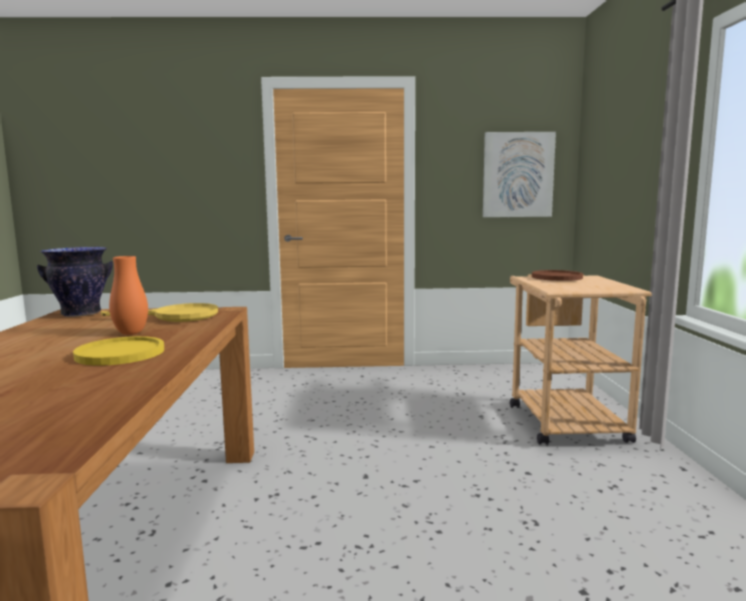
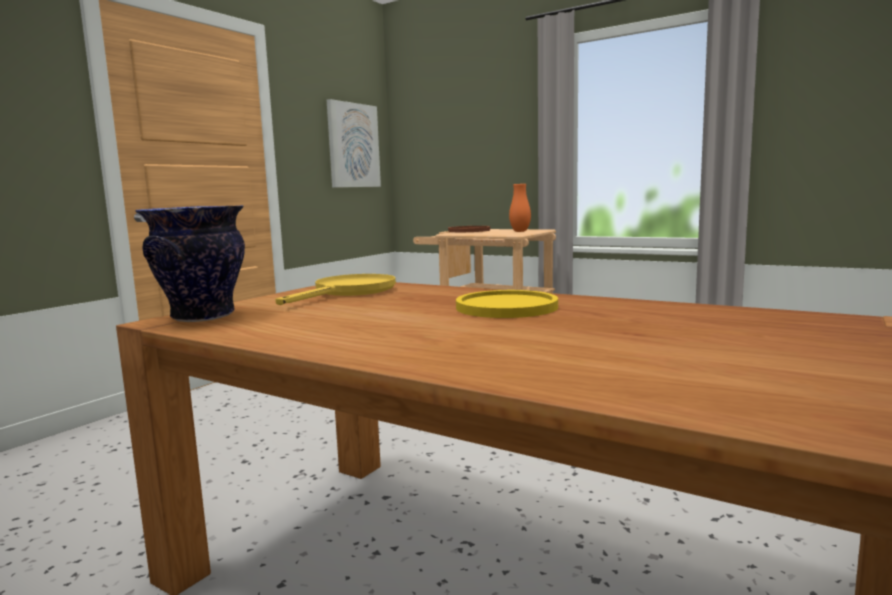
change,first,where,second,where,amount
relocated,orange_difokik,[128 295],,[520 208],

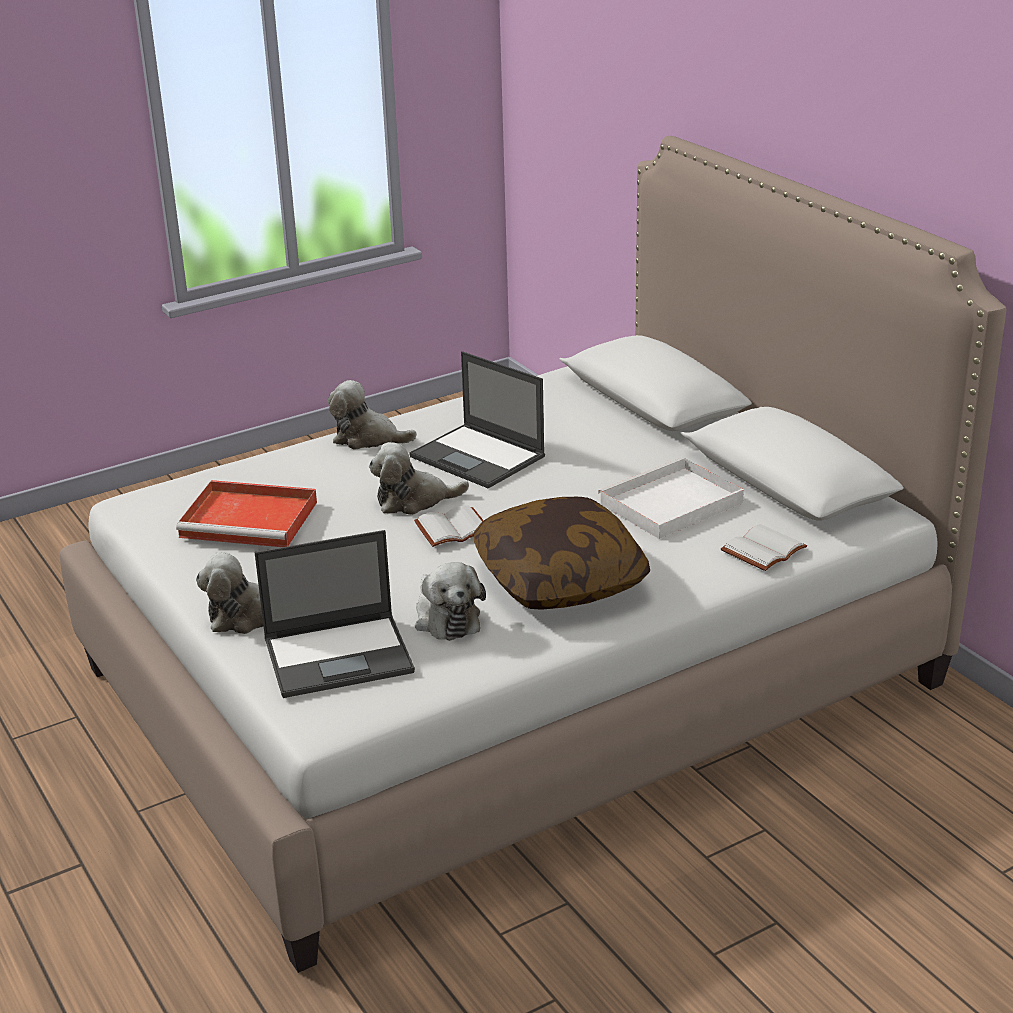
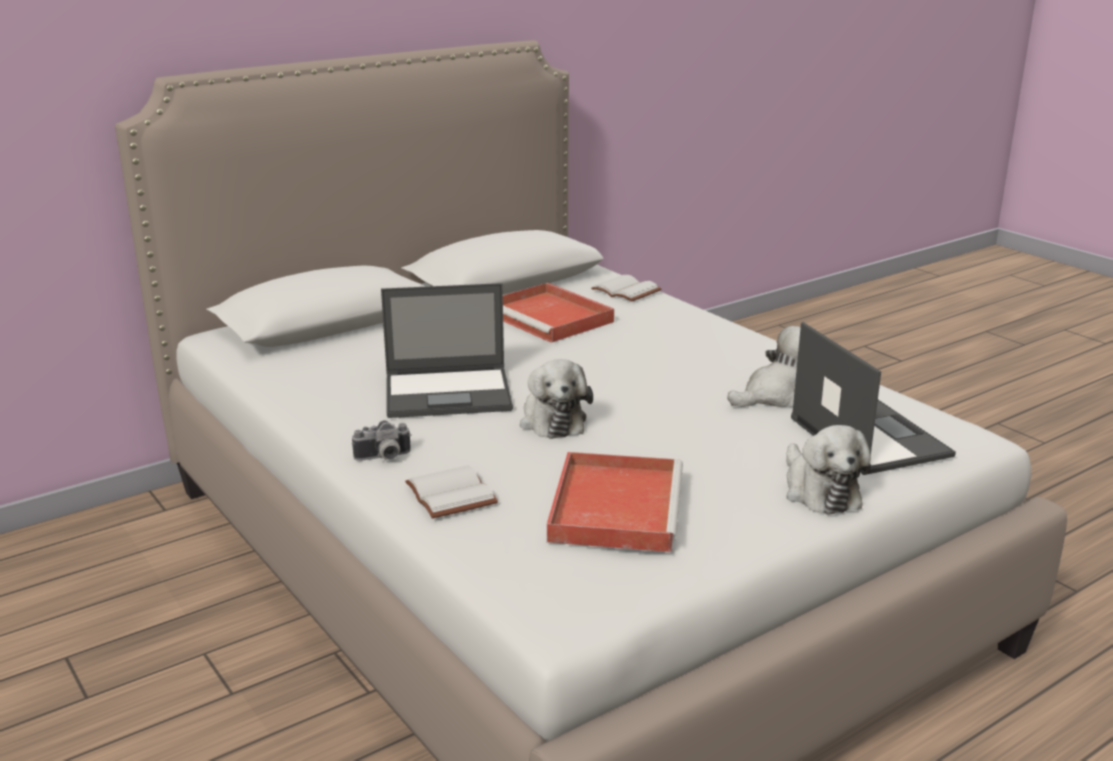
change,first,where,second,where,amount
exchanged,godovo,[372 414],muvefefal,[381 440],
spun,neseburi,[477 419],,[447 350],45 degrees clockwise
relocated,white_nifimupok,[449 526],,[451 492],
colour,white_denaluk,[671 498],red_denaluk,[558 313],
missing,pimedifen,[562 553],,,

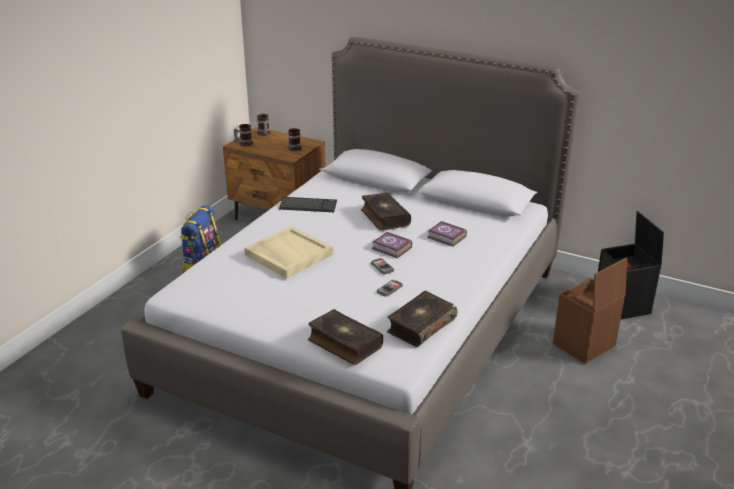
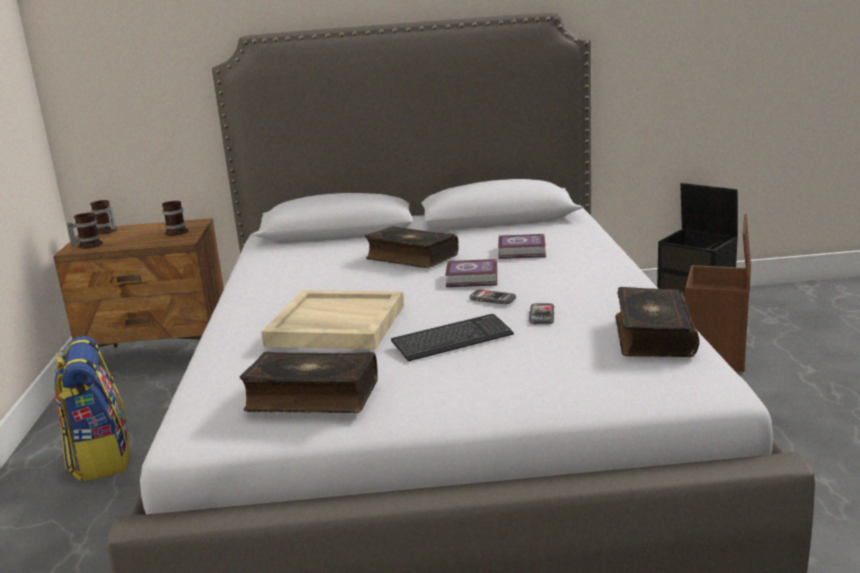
change,first,where,second,where,amount
relocated,nifimupok,[346 337],,[309 382],
relocated,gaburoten,[308 204],,[452 337],

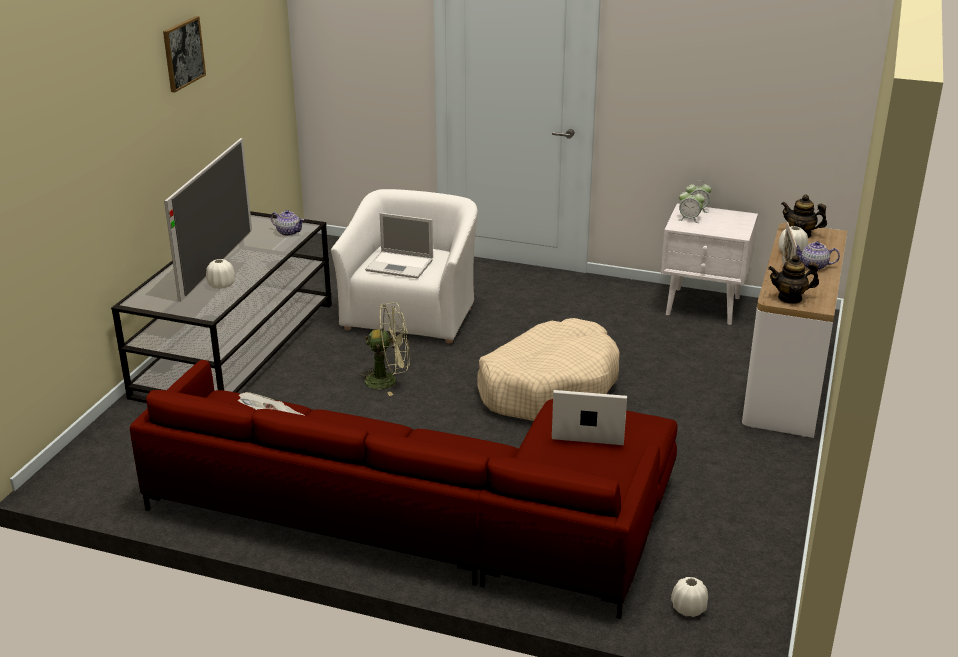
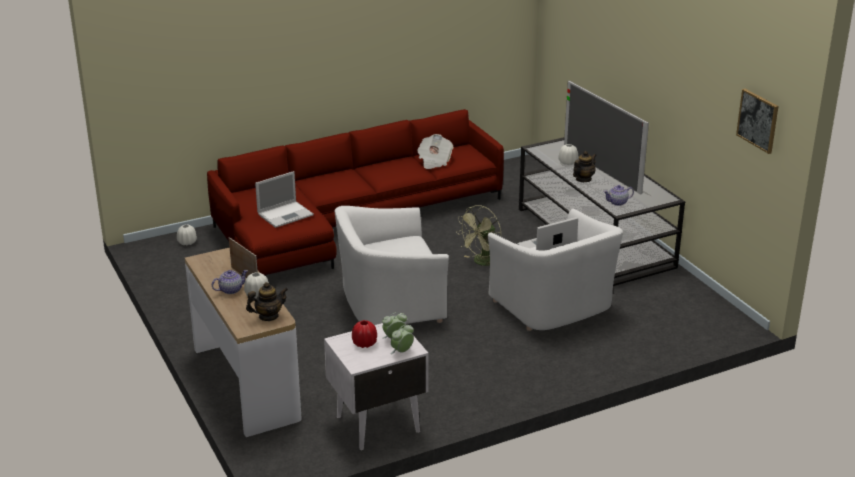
change,first,where,second,where,amount
exchanged,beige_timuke,[548 369],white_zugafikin,[392 265],
appeared,,,red_difokik,[364 334],
relocated,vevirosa,[793 279],,[584 166],
relocated,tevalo,[184 54],,[757 121],

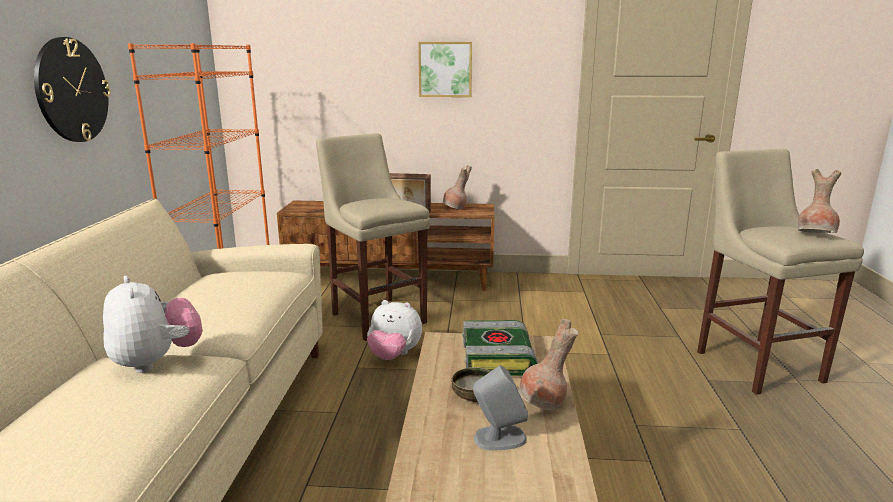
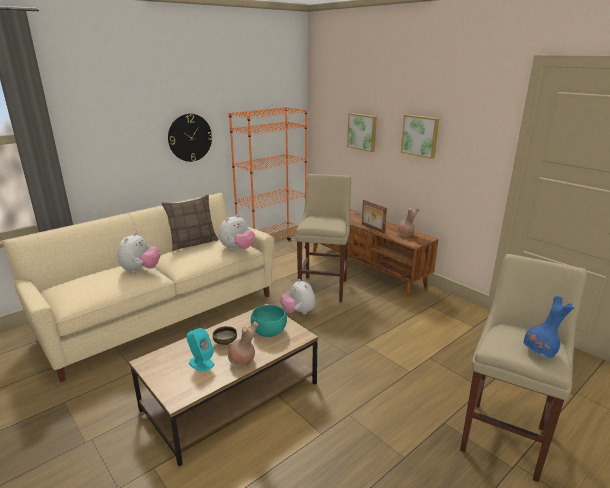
change,first,where,second,where,amount
appeared,,,pimedifen,[190 222],
colour,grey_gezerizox,[500 407],turquoise_gezerizox,[200 350],
appeared,,,godovo,[237 232],
exchanged,nifimupok,[500 348],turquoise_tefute,[269 321],
appeared,,,tevalo,[362 132],
colour,brown_difokik,[819 201],blue_difokik,[549 327],

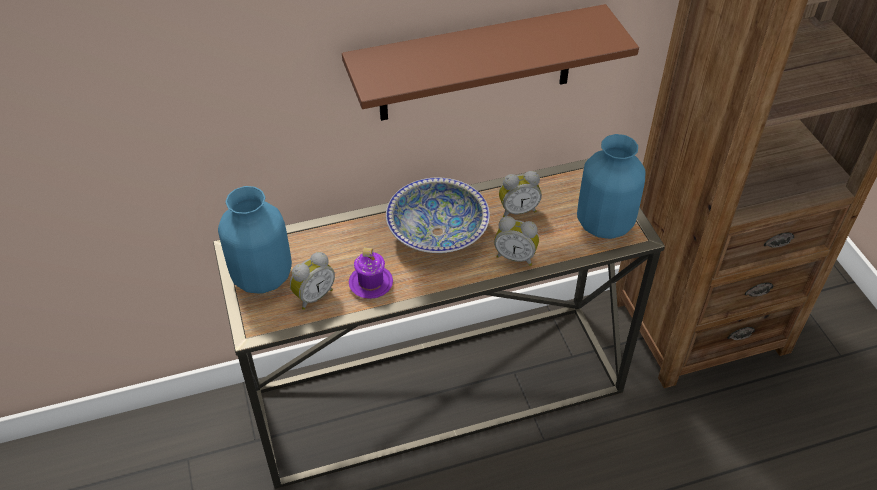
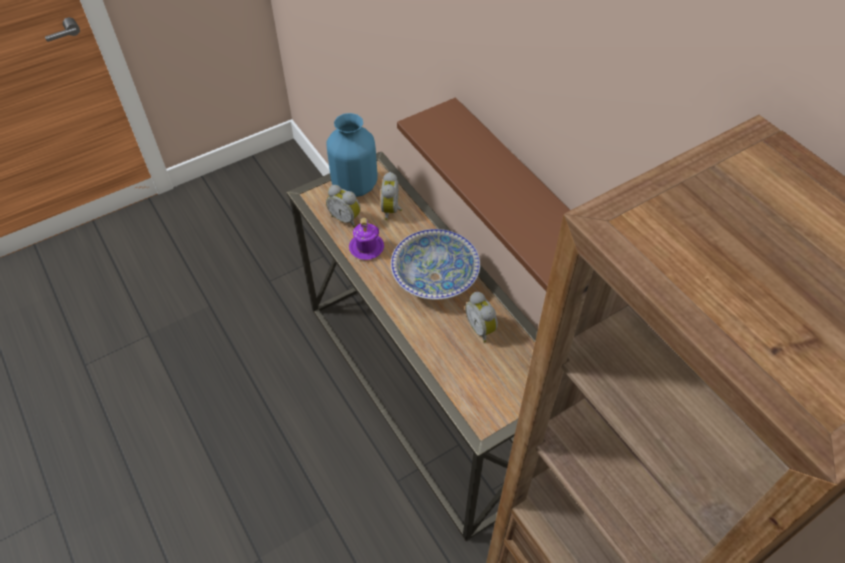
change,first,where,second,where,amount
relocated,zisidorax,[516 241],,[391 196],
missing,blue_difokik,[611 186],,,

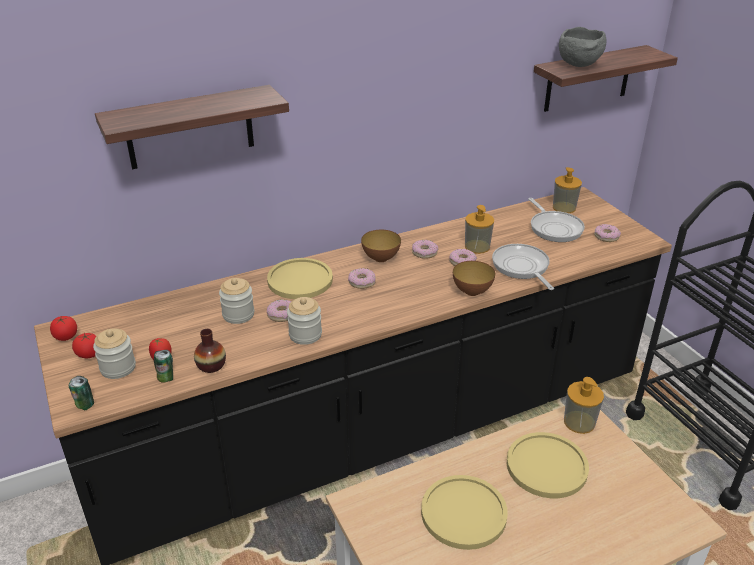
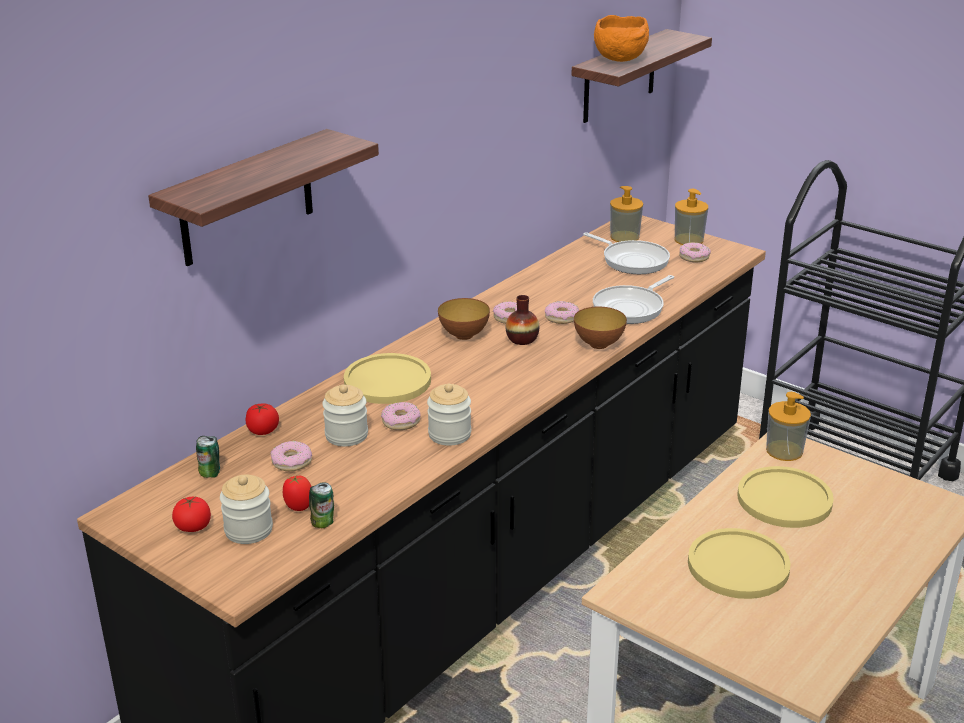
change,first,where,second,where,amount
relocated,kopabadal,[81 393],,[208 457],
relocated,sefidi,[63 328],,[262 419],
relocated,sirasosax,[361 278],,[291 456],
relocated,difokik,[210 351],,[522 320],
spun,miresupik,[523 267],,[633 299],90 degrees counterclockwise
colour,grey_tefute,[583 47],orange_tefute,[621 38],
relocated,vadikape,[479 229],,[691 217],

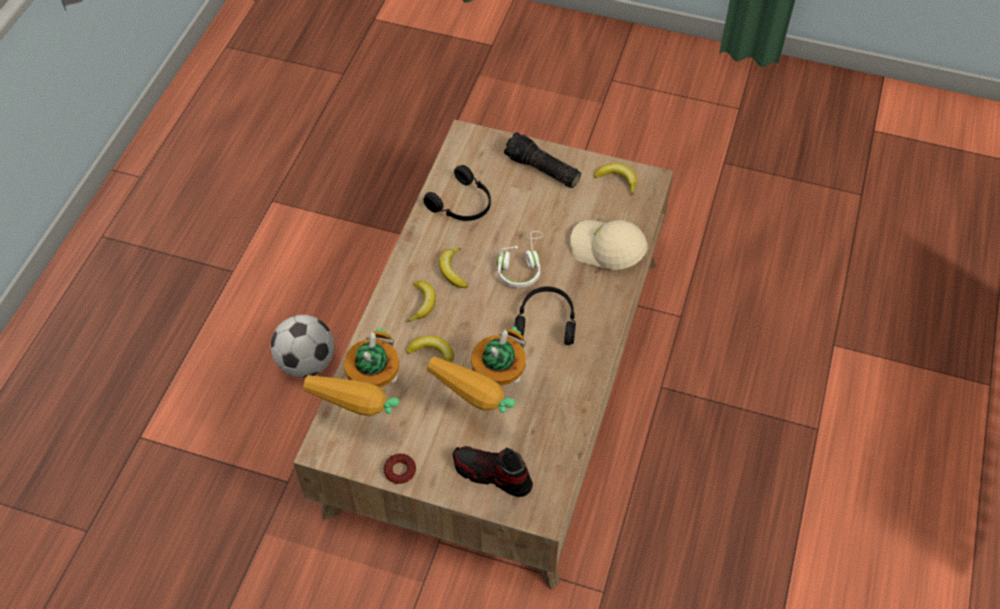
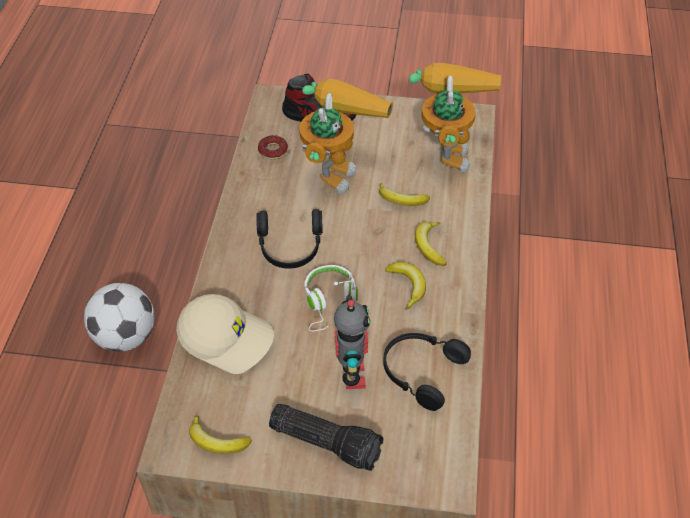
change,first,where,second,where,amount
relocated,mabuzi,[302 346],,[119 317],
relocated,sirasosax,[400 469],,[273 147],
appeared,,,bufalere,[352 341],

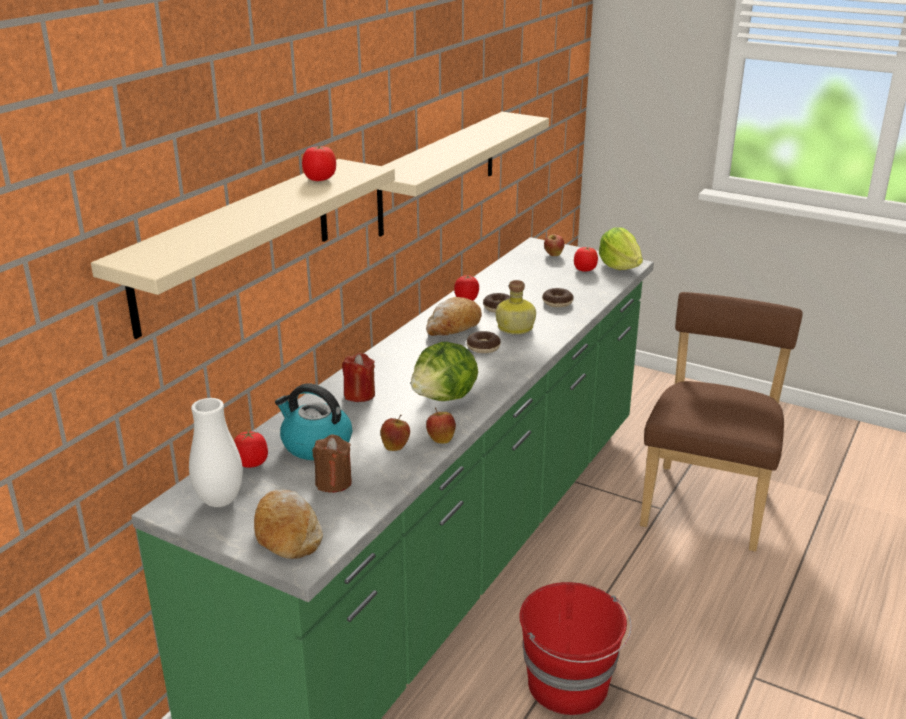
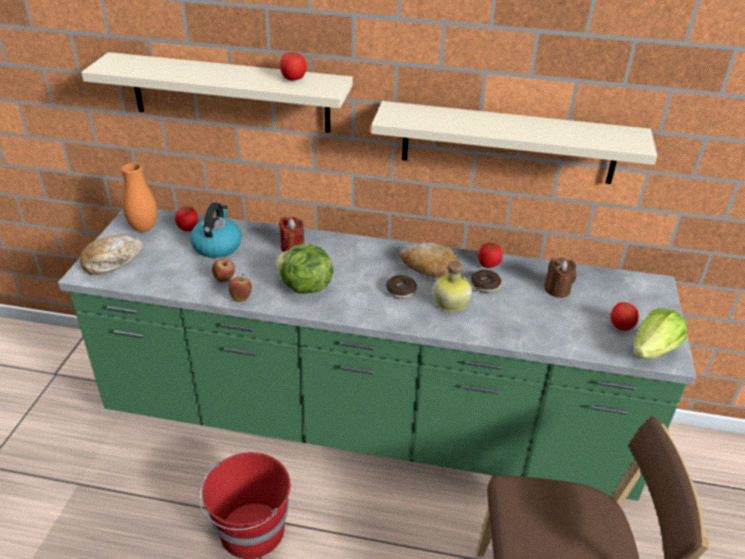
change,first,where,second,where,amount
colour,white_difokik,[216 452],orange_difokik,[139 197],
relocated,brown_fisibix,[332 464],,[560 277],
missing,sirasosax,[558 297],,,
missing,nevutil,[554 245],,,

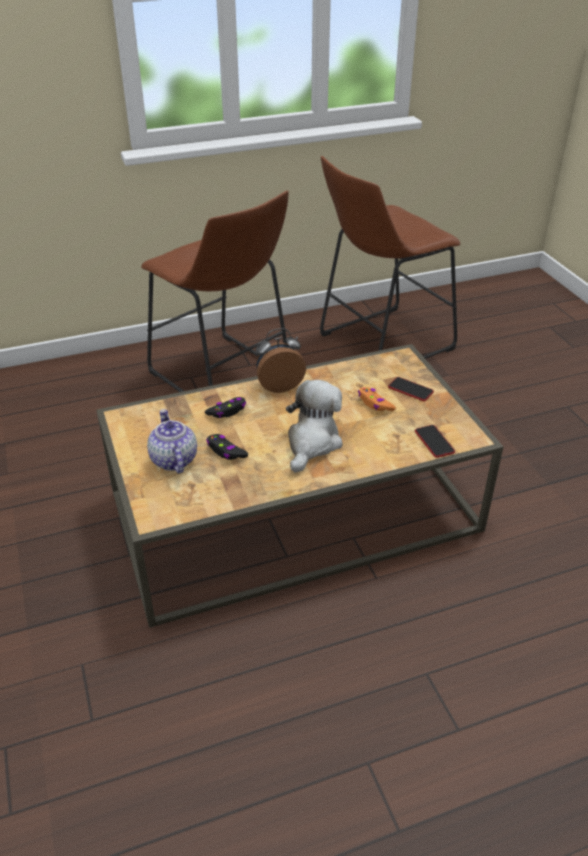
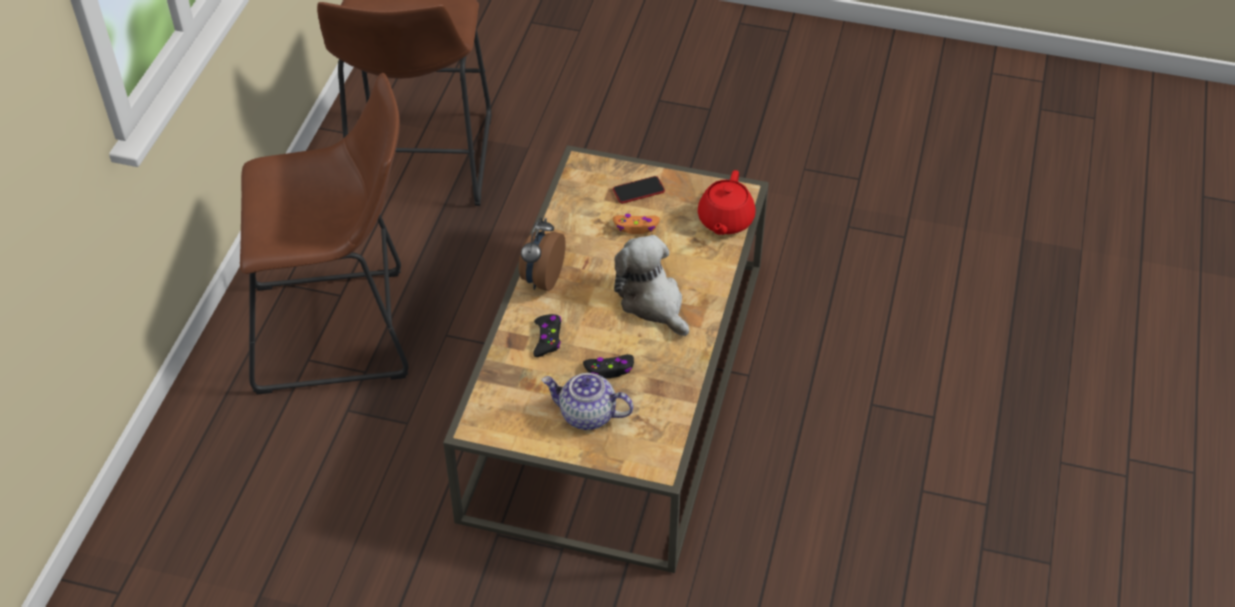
change,first,where,second,where,amount
exchanged,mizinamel,[435 441],red_vevirosa,[727 202],

